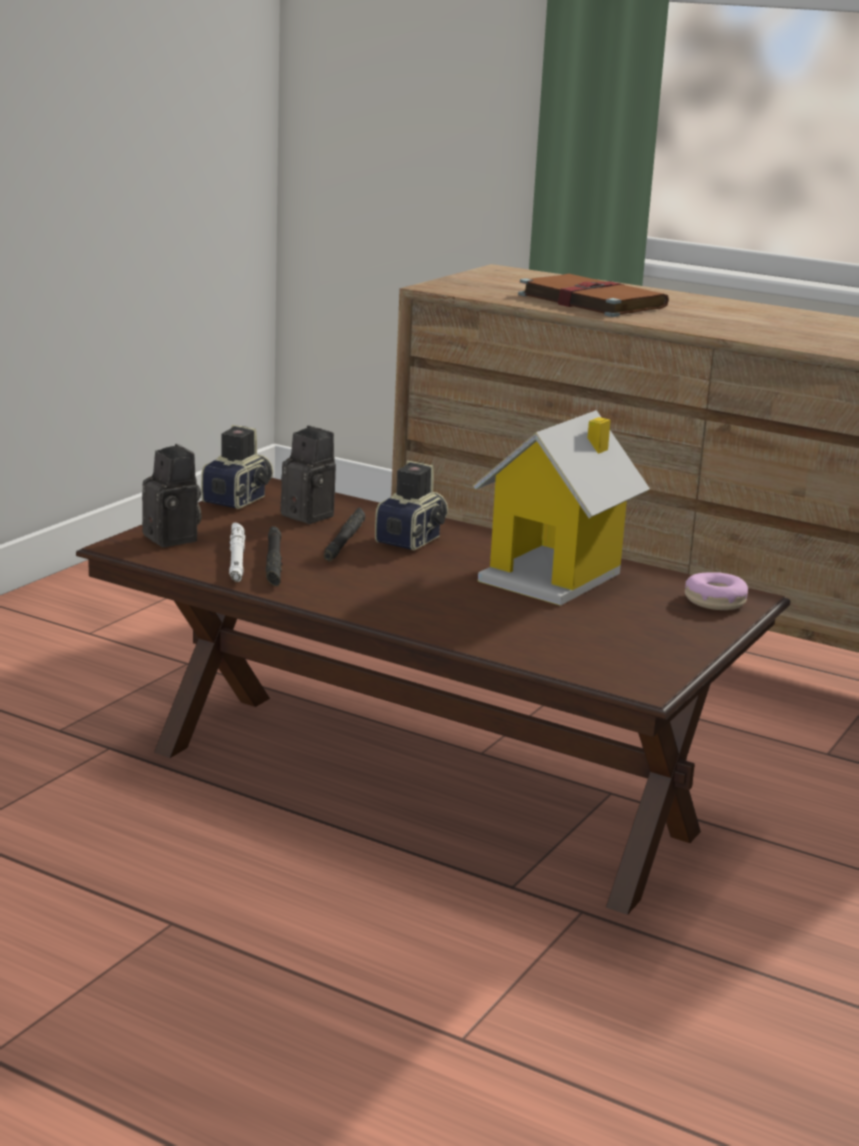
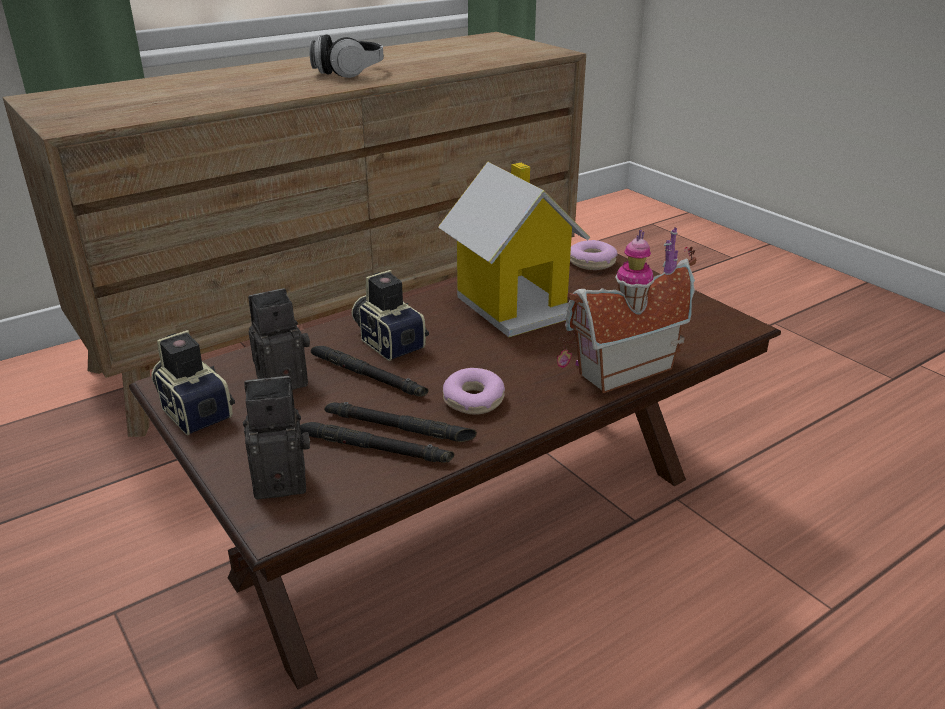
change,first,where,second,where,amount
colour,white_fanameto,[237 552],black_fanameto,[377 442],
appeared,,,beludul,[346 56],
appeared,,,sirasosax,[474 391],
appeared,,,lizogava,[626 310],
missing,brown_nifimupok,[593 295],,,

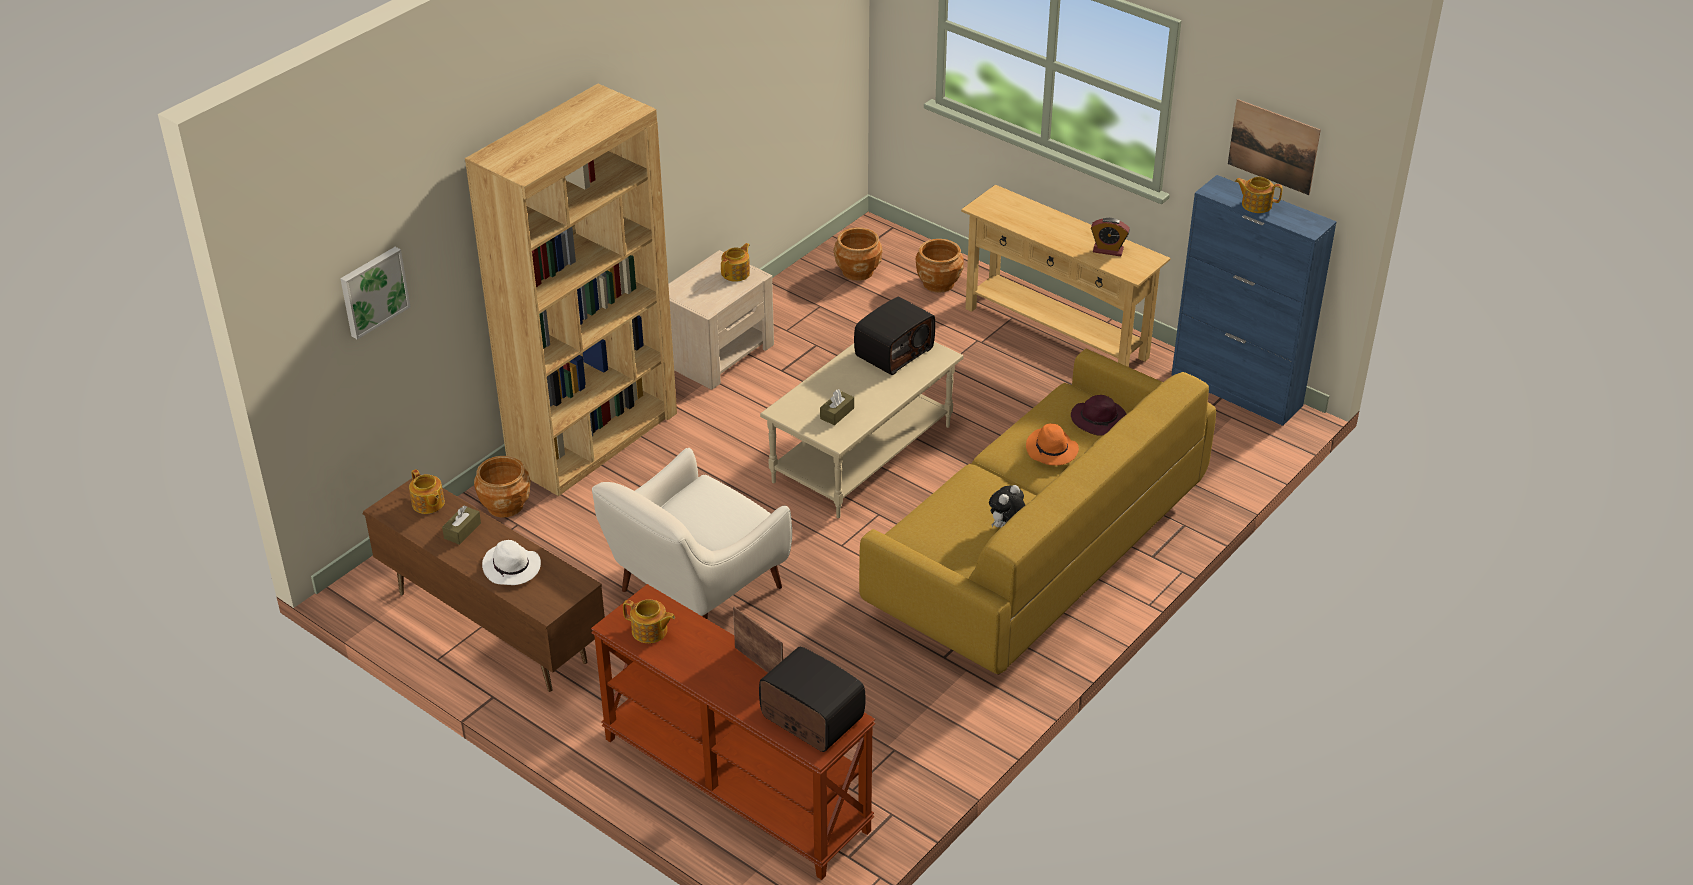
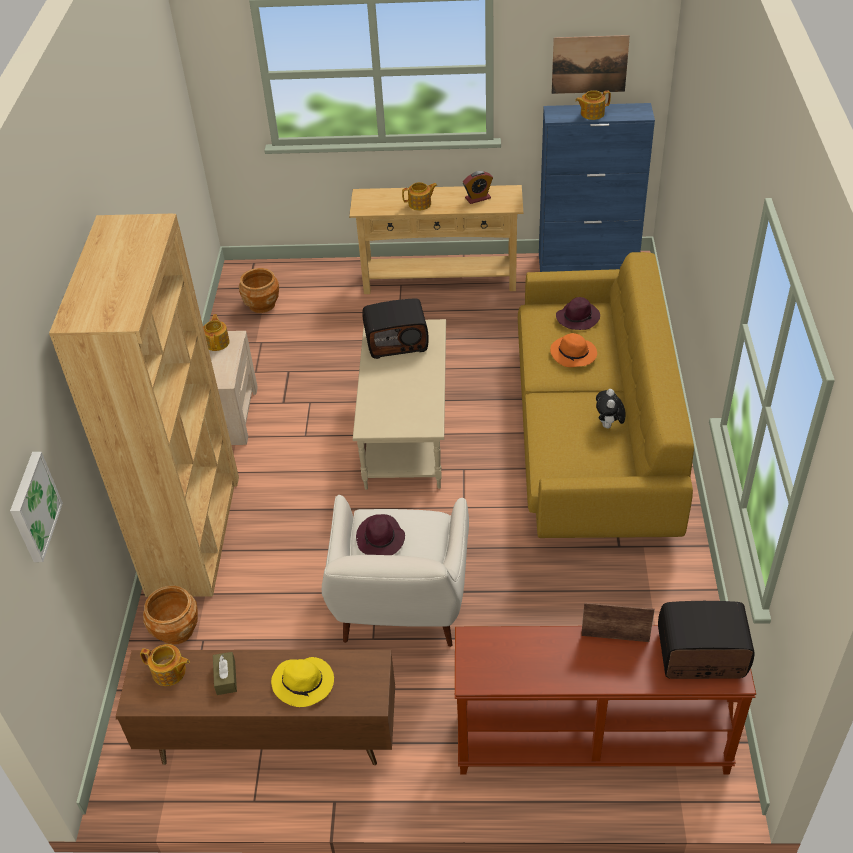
change,first,where,second,where,amount
colour,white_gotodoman,[511 562],yellow_gotodoman,[302 682],
appeared,,,purple_gotodoman,[380 534],
spun,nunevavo,[894 336],,[395 328],75 degrees clockwise
relocated,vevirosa,[649 621],,[420 196],
missing,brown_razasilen,[837 407],,,
missing,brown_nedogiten,[940 265],,,

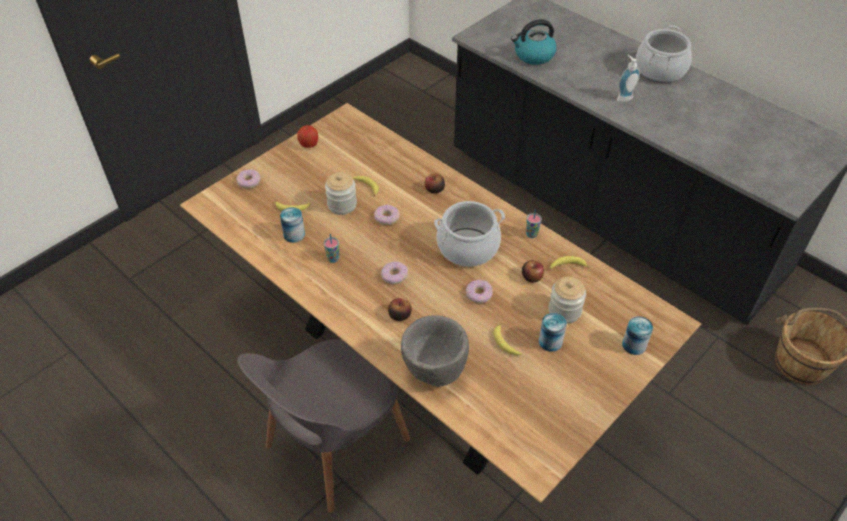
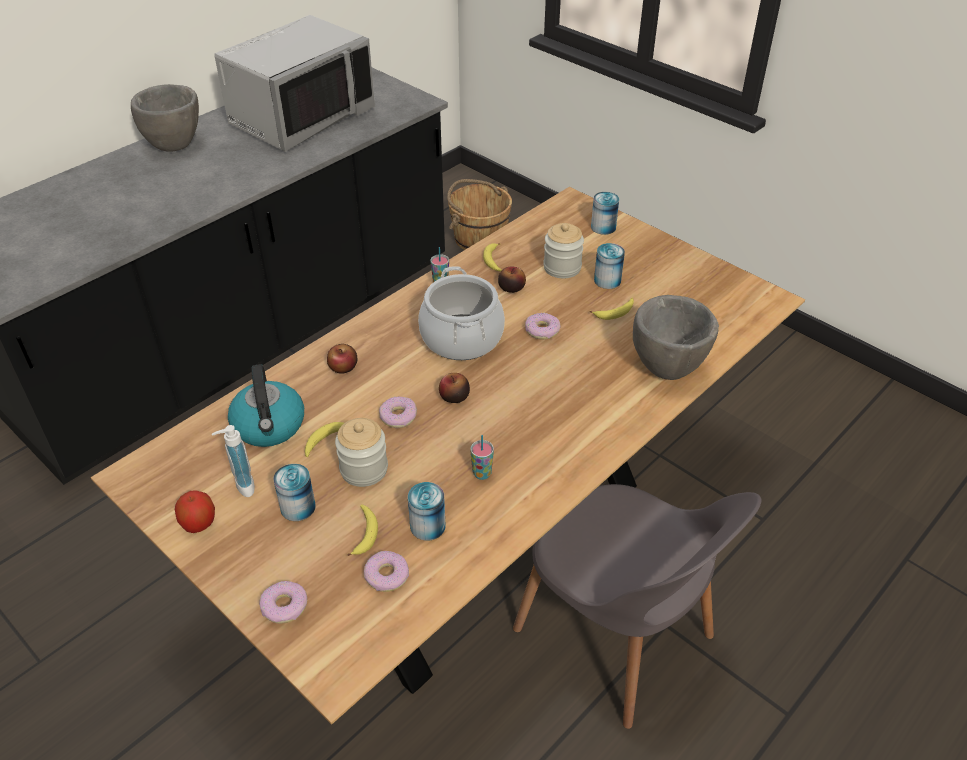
change,first,where,second,where,amount
exchanged,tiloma,[664 54],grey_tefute,[165 118],
relocated,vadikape,[628 78],,[233 461],
appeared,,,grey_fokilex,[295 83],
relocated,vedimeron,[534 42],,[266 405],
appeared,,,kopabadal,[294 492],
relocated,sirasosax,[394 272],,[386 571],
relocated,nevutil,[400 309],,[454 388],

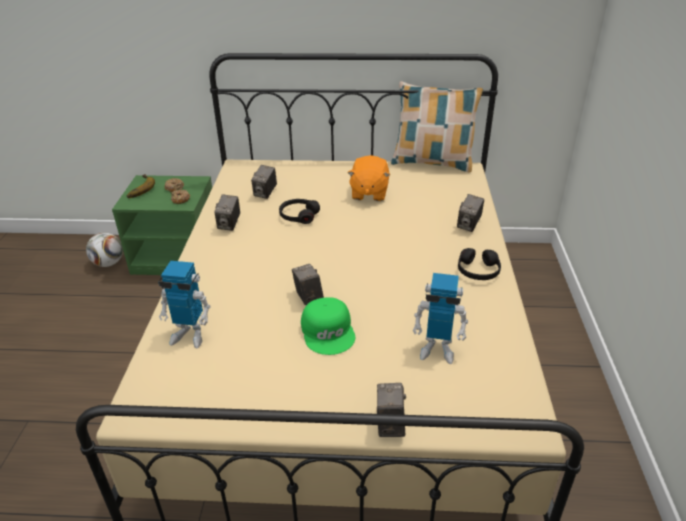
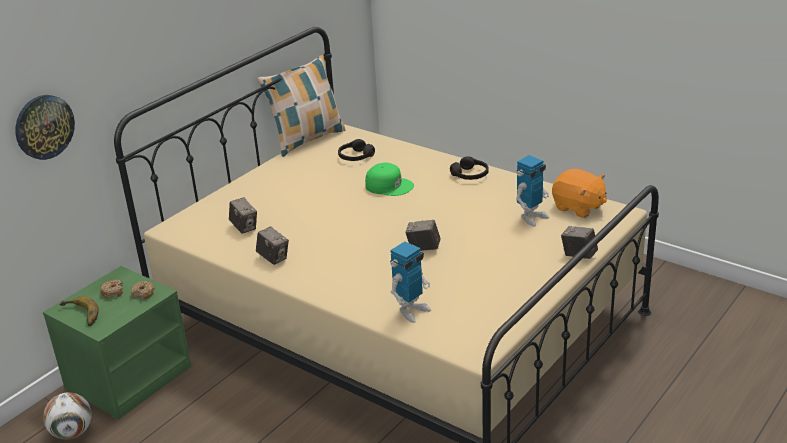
change,first,where,second,where,amount
appeared,,,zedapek,[45 127],
relocated,black_beludul,[299 211],,[356 150],
relocated,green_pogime,[328 326],,[389 179],
relocated,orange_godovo,[368 178],,[579 193],
missing,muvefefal,[470 213],,,

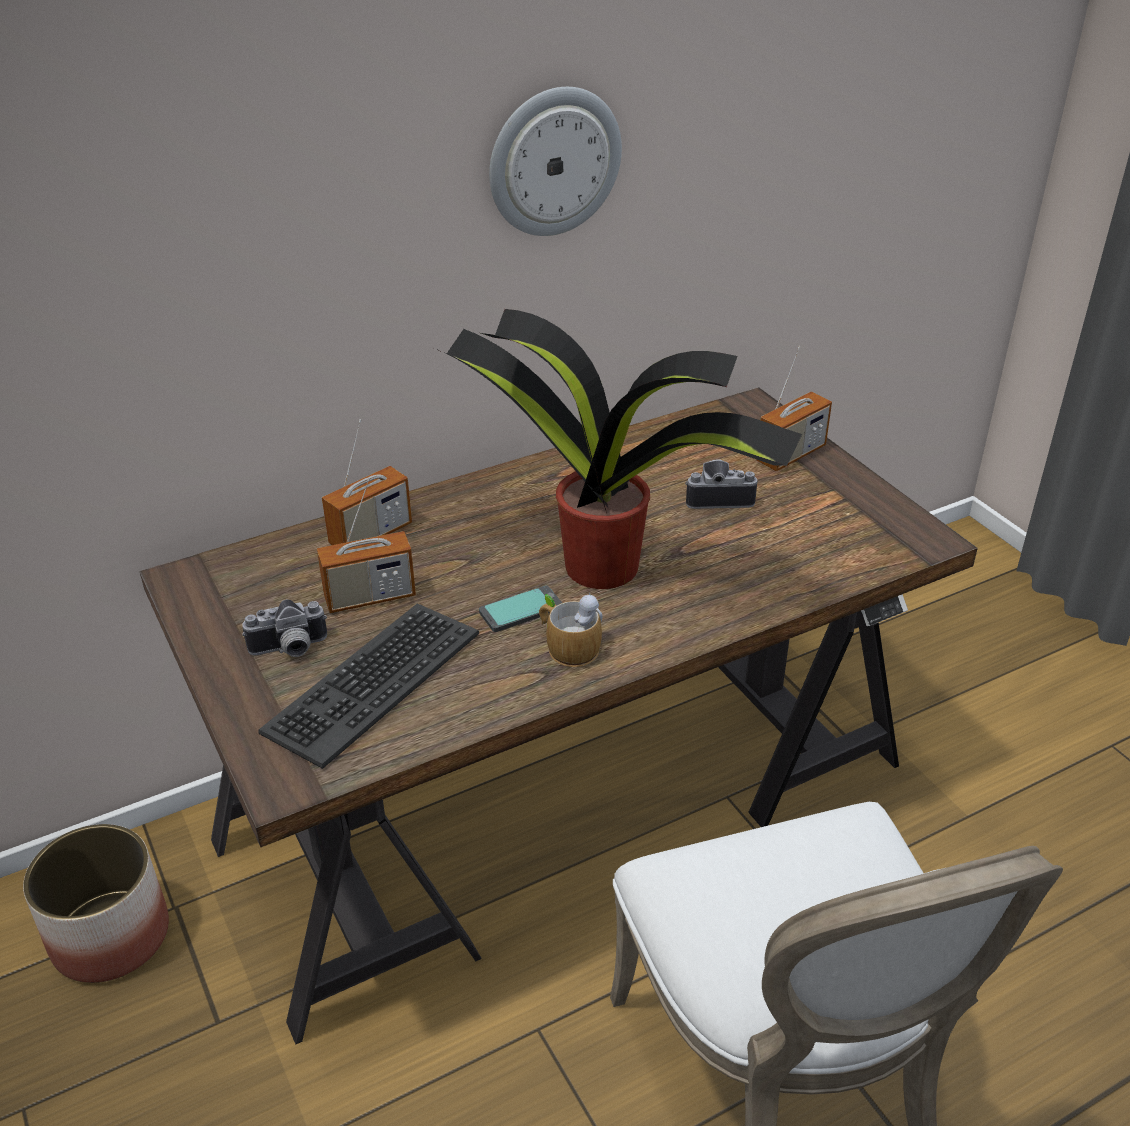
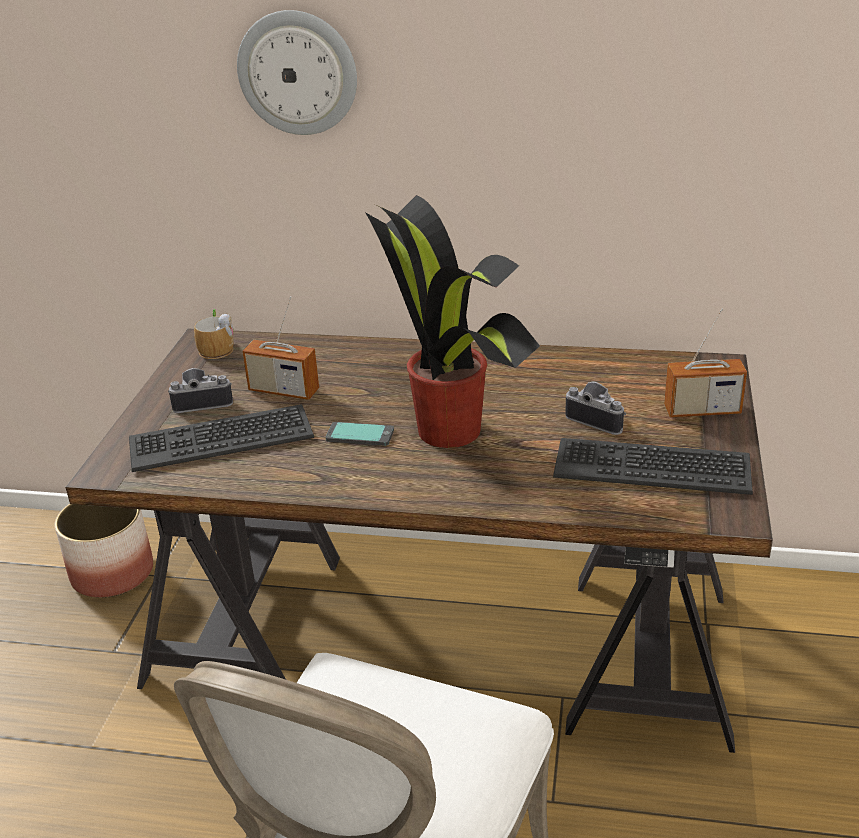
change,first,where,second,where,amount
spun,muvefefal,[284 628],,[200 390],150 degrees clockwise
relocated,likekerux,[571 630],,[214 334],
relocated,zedapek,[555 161],,[297 72],
appeared,,,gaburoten,[653 466],
missing,nunevavo,[367 482],,,

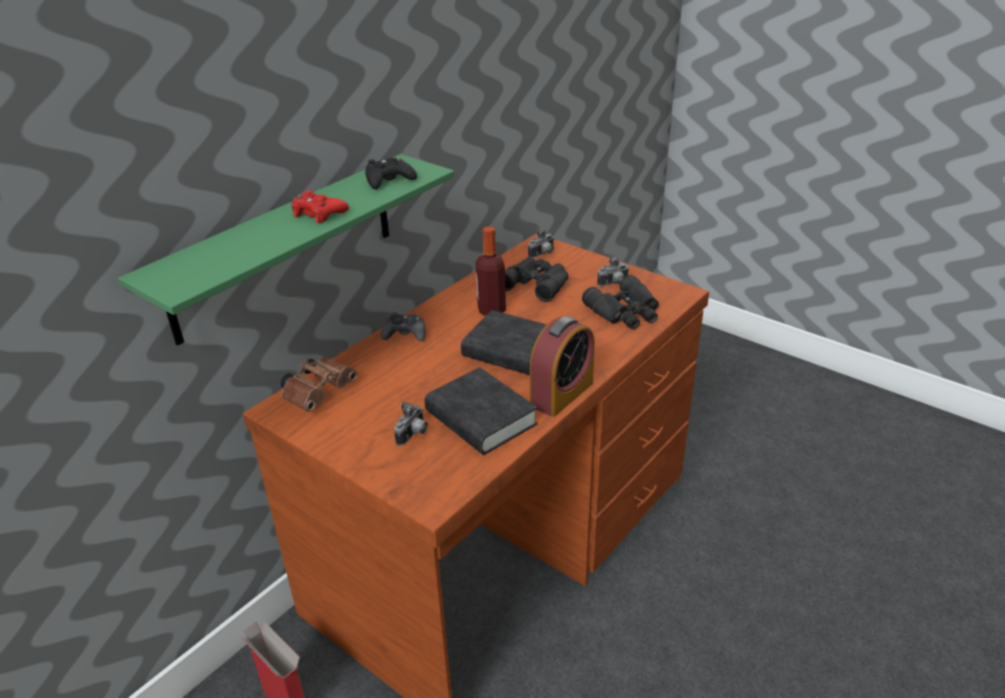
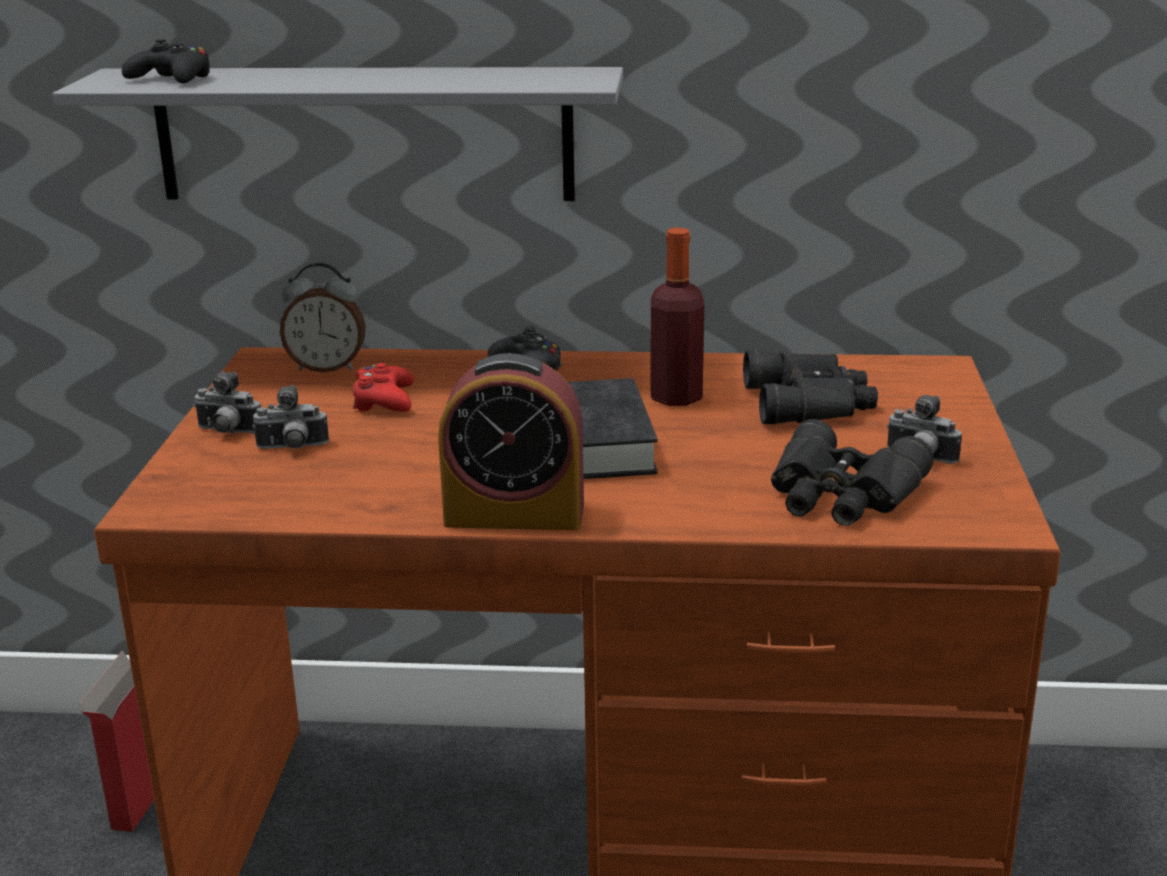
change,first,where,second,where,amount
colour,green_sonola,[286 250],grey_sonola,[337 134],
relocated,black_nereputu,[391 173],,[166 61],
relocated,muvefefal,[541 242],,[227 403],
exchanged,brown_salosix,[319 384],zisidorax,[323 318],
relocated,red_nereputu,[320 206],,[383 387],
missing,black_nifimupok,[481 411],,,

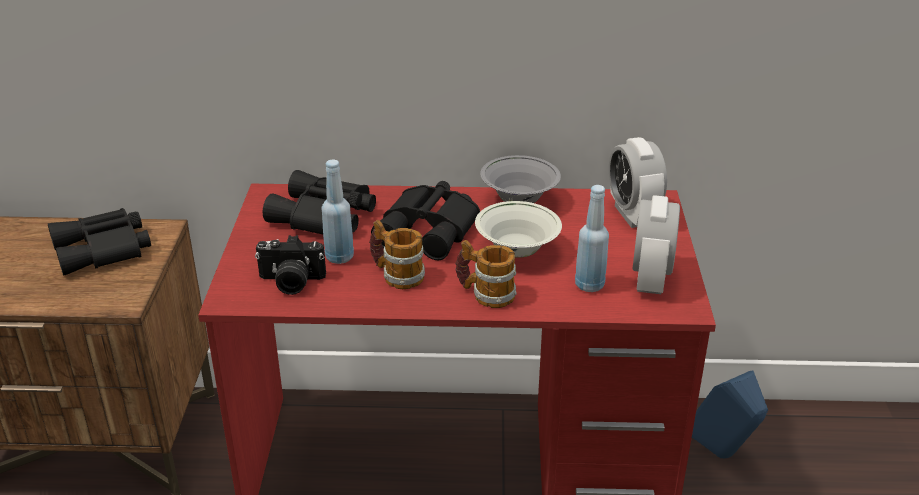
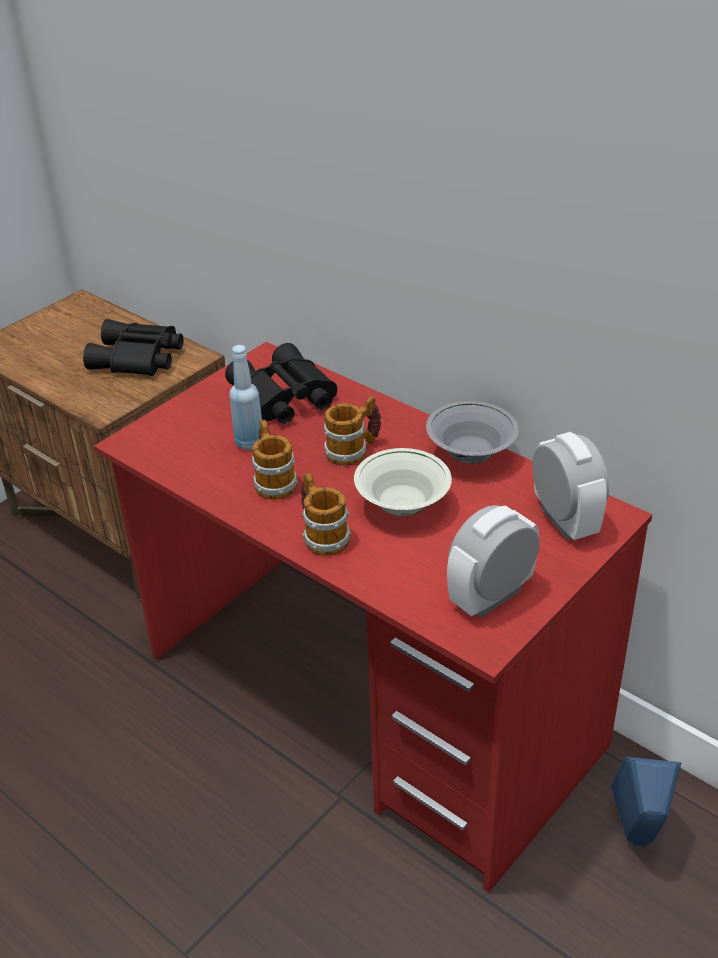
change,first,where,second,where,amount
exchanged,black_salosix,[425 220],likekerux,[352 431],
spun,zisidorax,[638 182],,[570 486],135 degrees clockwise
missing,muvefefal,[290 265],,,
missing,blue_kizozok,[592 238],,,

